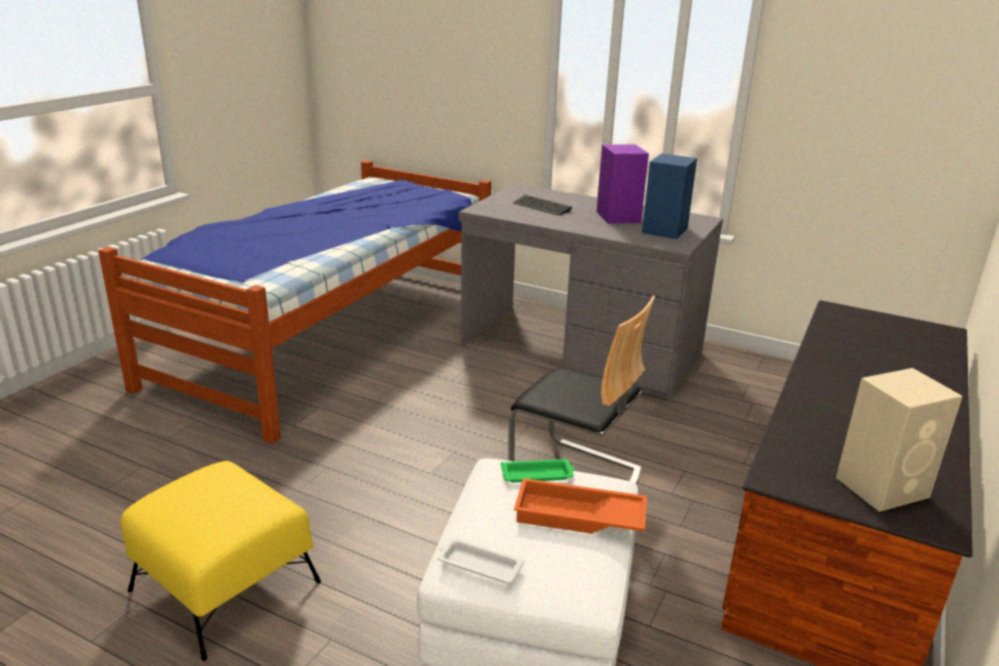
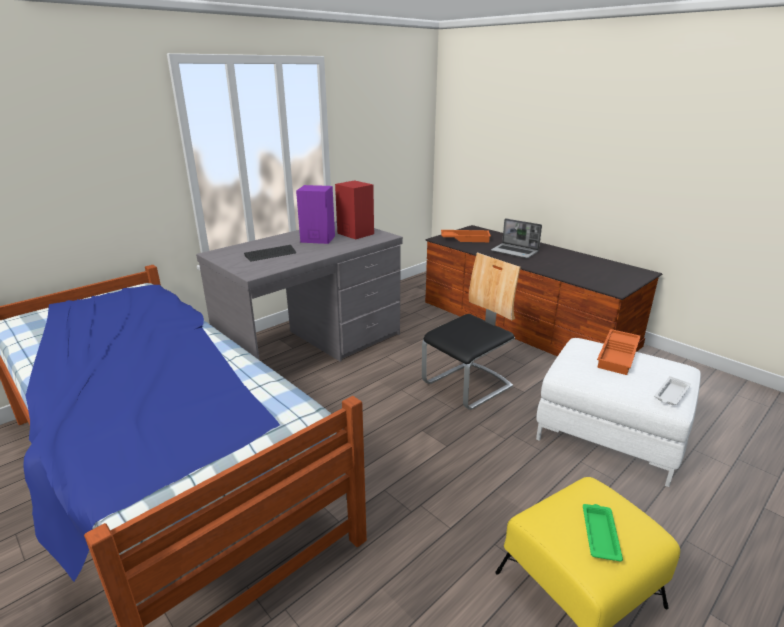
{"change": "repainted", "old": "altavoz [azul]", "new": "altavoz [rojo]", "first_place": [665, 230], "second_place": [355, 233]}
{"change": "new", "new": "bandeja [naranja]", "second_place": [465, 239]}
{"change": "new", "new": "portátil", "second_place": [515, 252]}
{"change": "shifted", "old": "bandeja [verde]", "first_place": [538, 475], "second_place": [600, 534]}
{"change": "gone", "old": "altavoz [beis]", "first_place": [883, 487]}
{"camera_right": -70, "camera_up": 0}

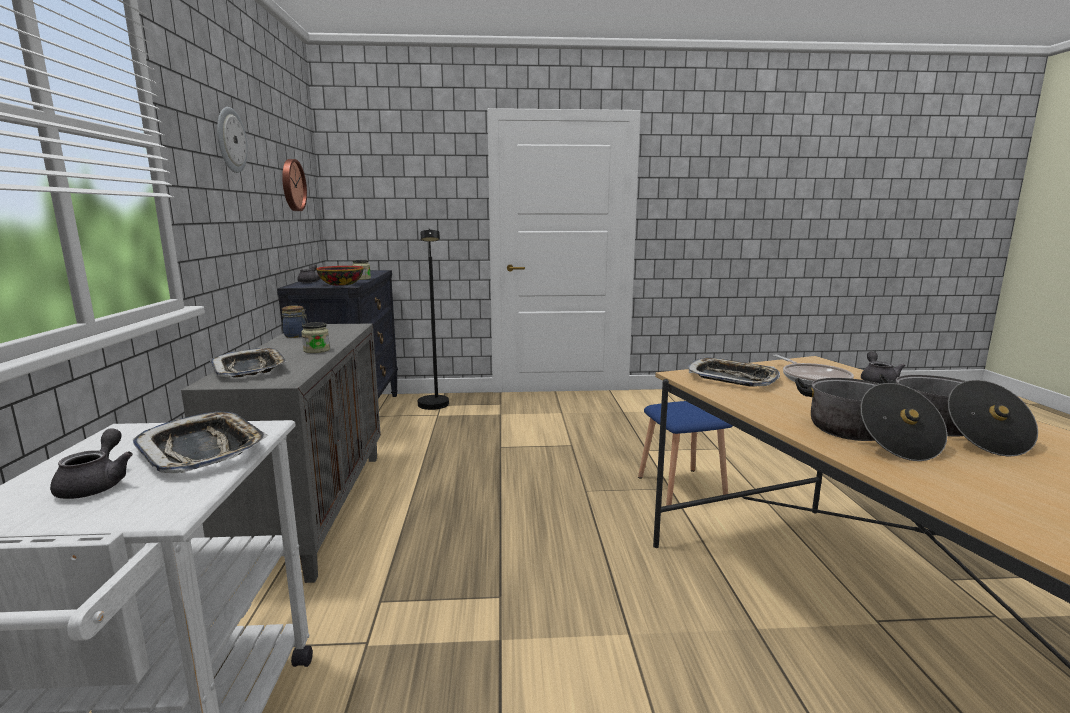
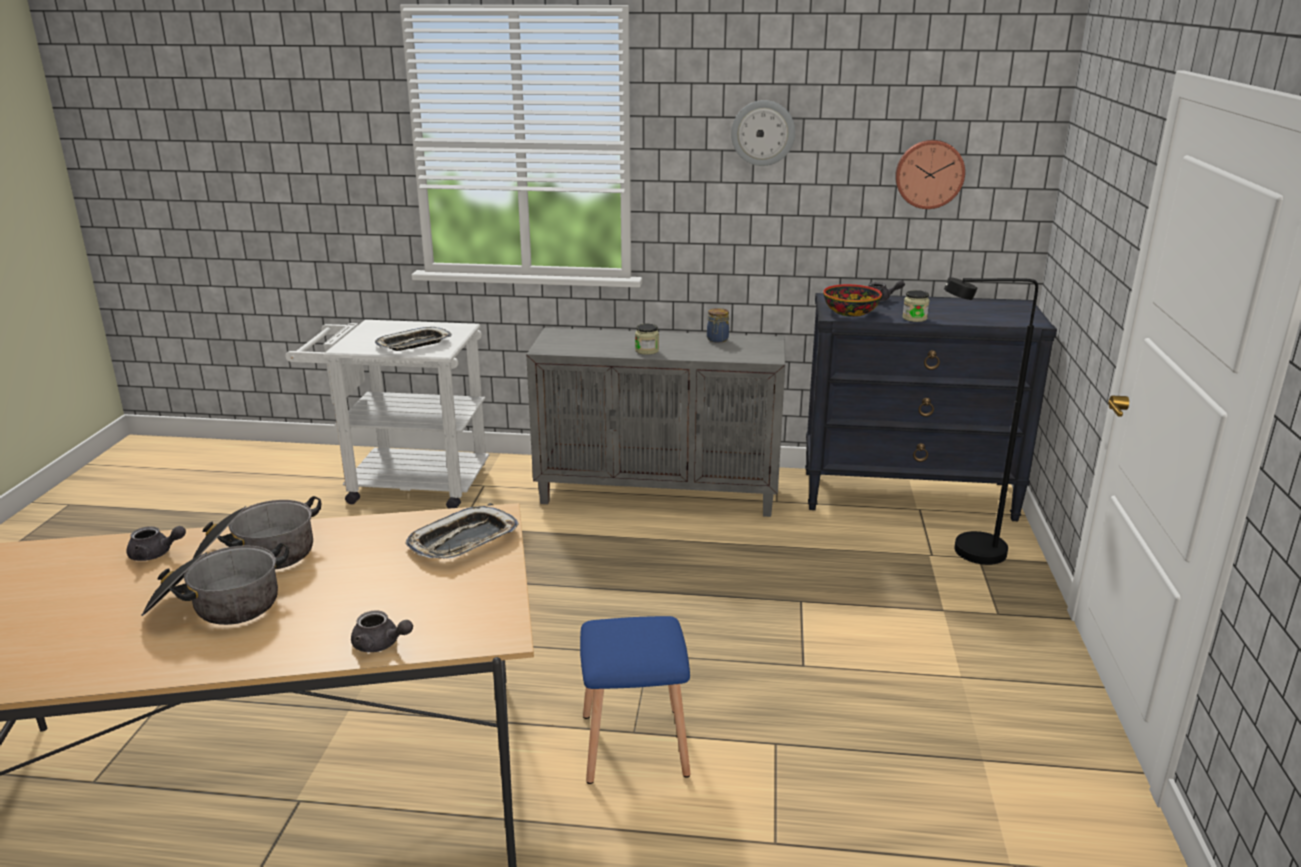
{"change": "shifted", "old": "tetera [gris]", "first_place": [97, 484], "second_place": [156, 554]}
{"change": "gone", "old": "bandeja", "first_place": [250, 369]}
{"change": "gone", "old": "sartén", "first_place": [813, 379]}
{"camera_right": 100, "camera_up": 10}

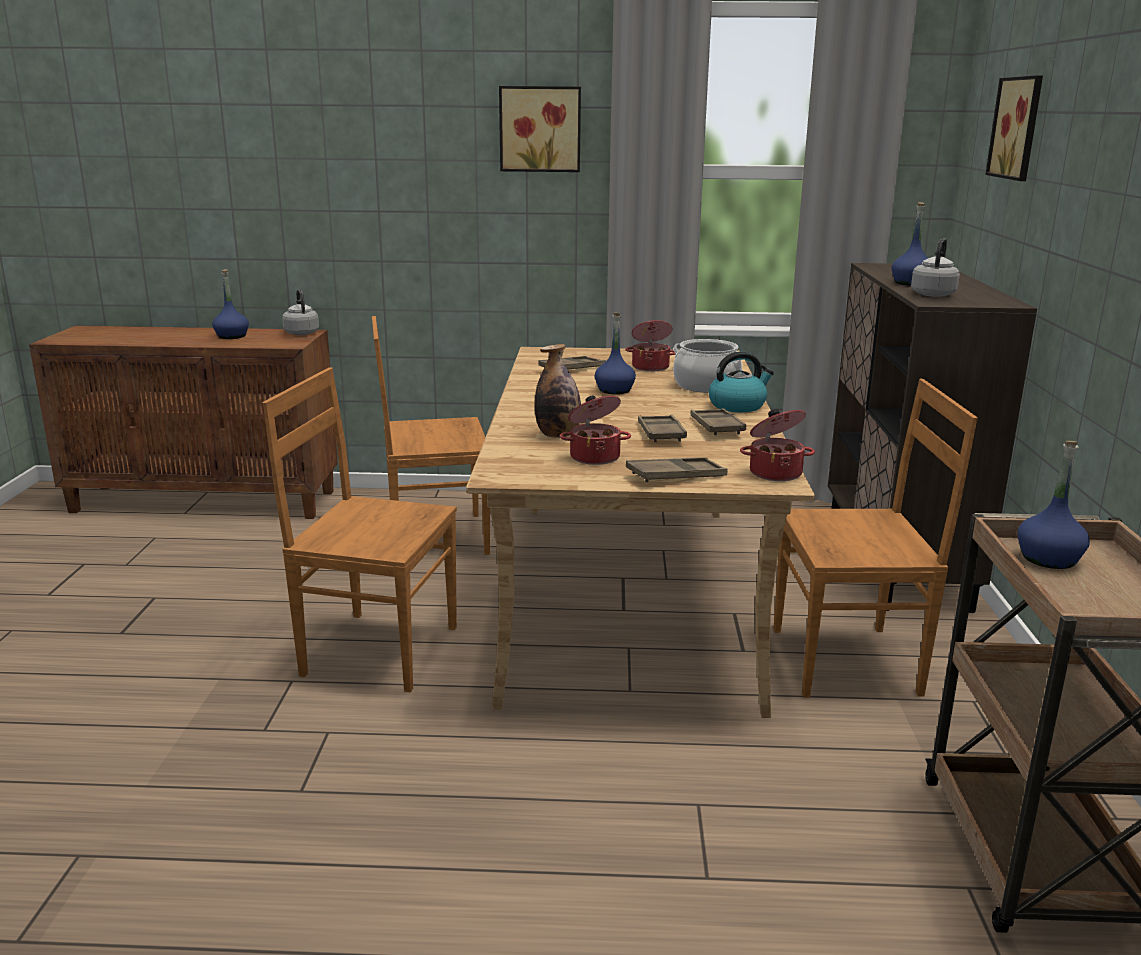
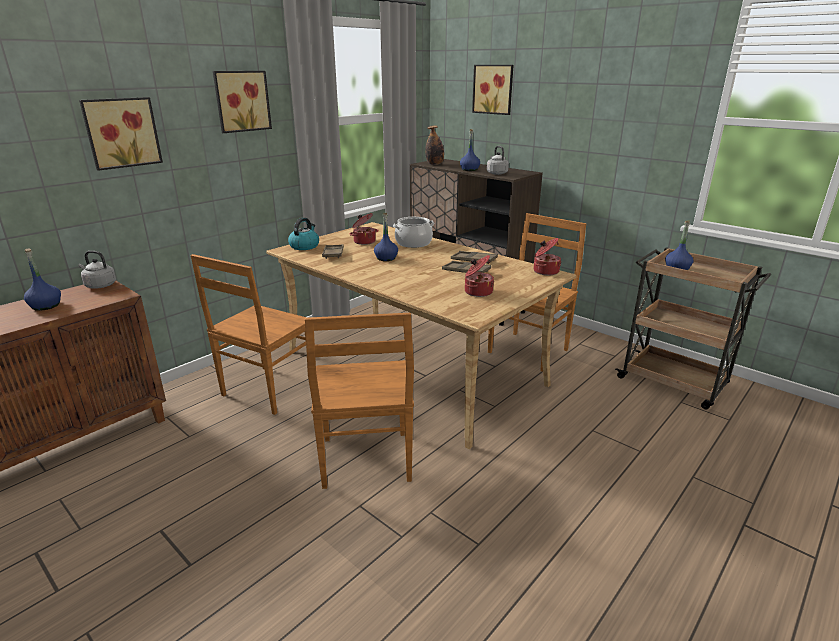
{"change": "new", "new": "cuadro", "second_place": [121, 132]}
{"change": "shifted", "old": "hervidor", "first_place": [738, 405], "second_place": [304, 246]}
{"change": "rotated", "old": "silla [marrón]", "first_place": [376, 650], "second_place": [366, 461], "degrees": -60}
{"change": "shifted", "old": "botella", "first_place": [558, 435], "second_place": [434, 164]}
{"change": "gone", "old": "bandeja [marrón]", "first_place": [676, 476]}
{"camera_right": -50, "camera_up": 5}

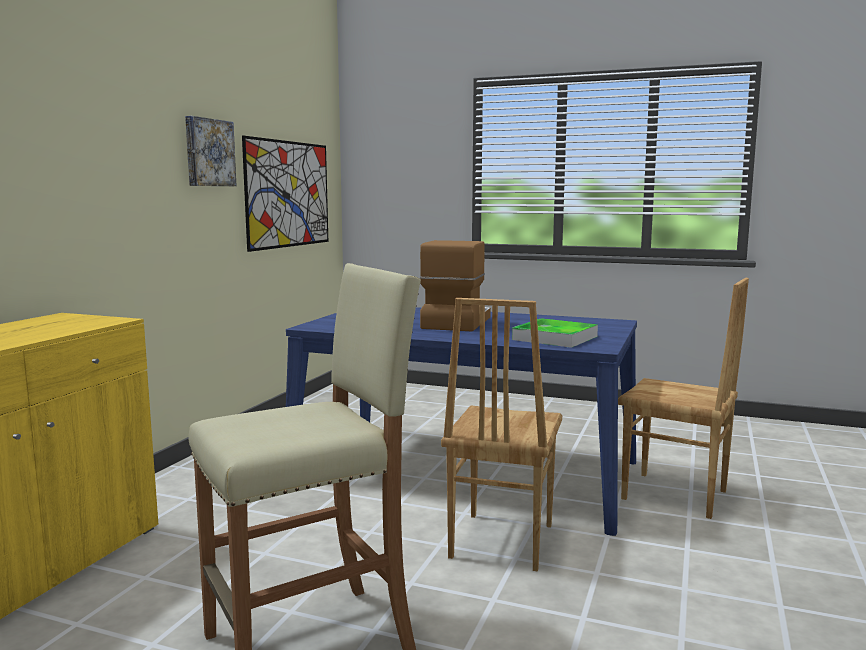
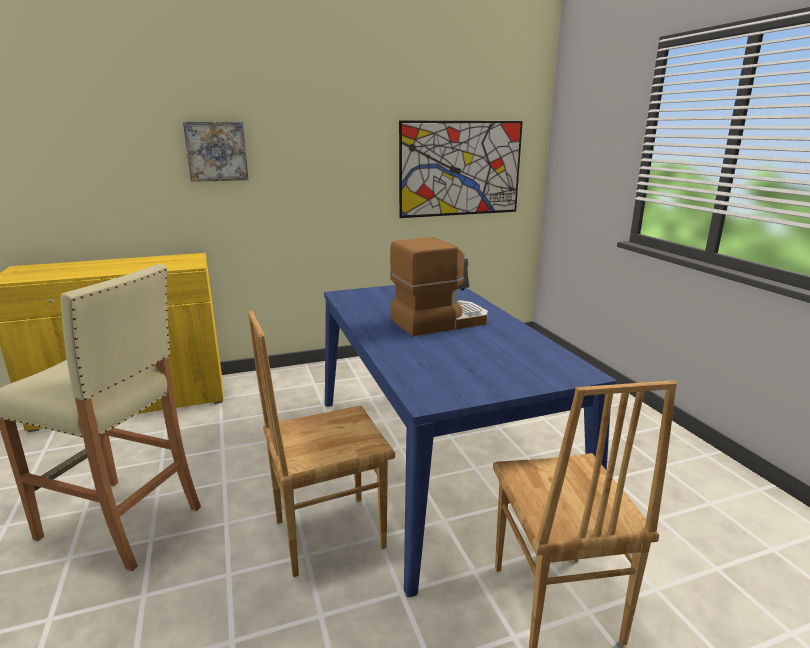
{"change": "shifted", "old": "cuadro", "first_place": [208, 152], "second_place": [216, 151]}
{"change": "gone", "old": "bandeja", "first_place": [555, 338]}
{"camera_right": 50, "camera_up": 10}

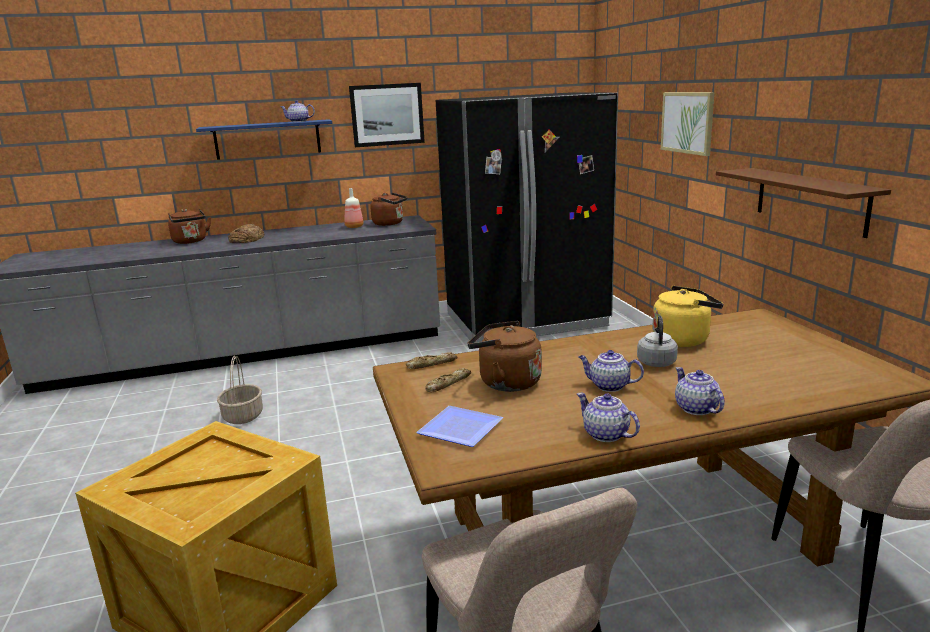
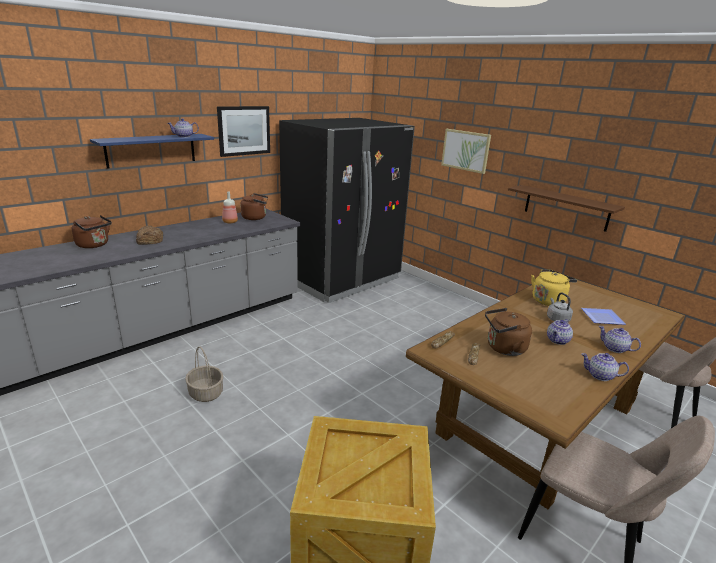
{"change": "rotated", "old": "tetera", "first_place": [608, 386], "second_place": [557, 341], "degrees": -45}
{"change": "shifted", "old": "plato", "first_place": [457, 430], "second_place": [601, 318]}
{"camera_right": -30, "camera_up": 5}

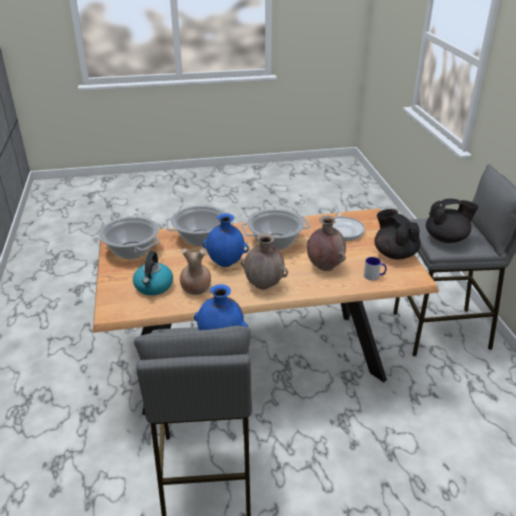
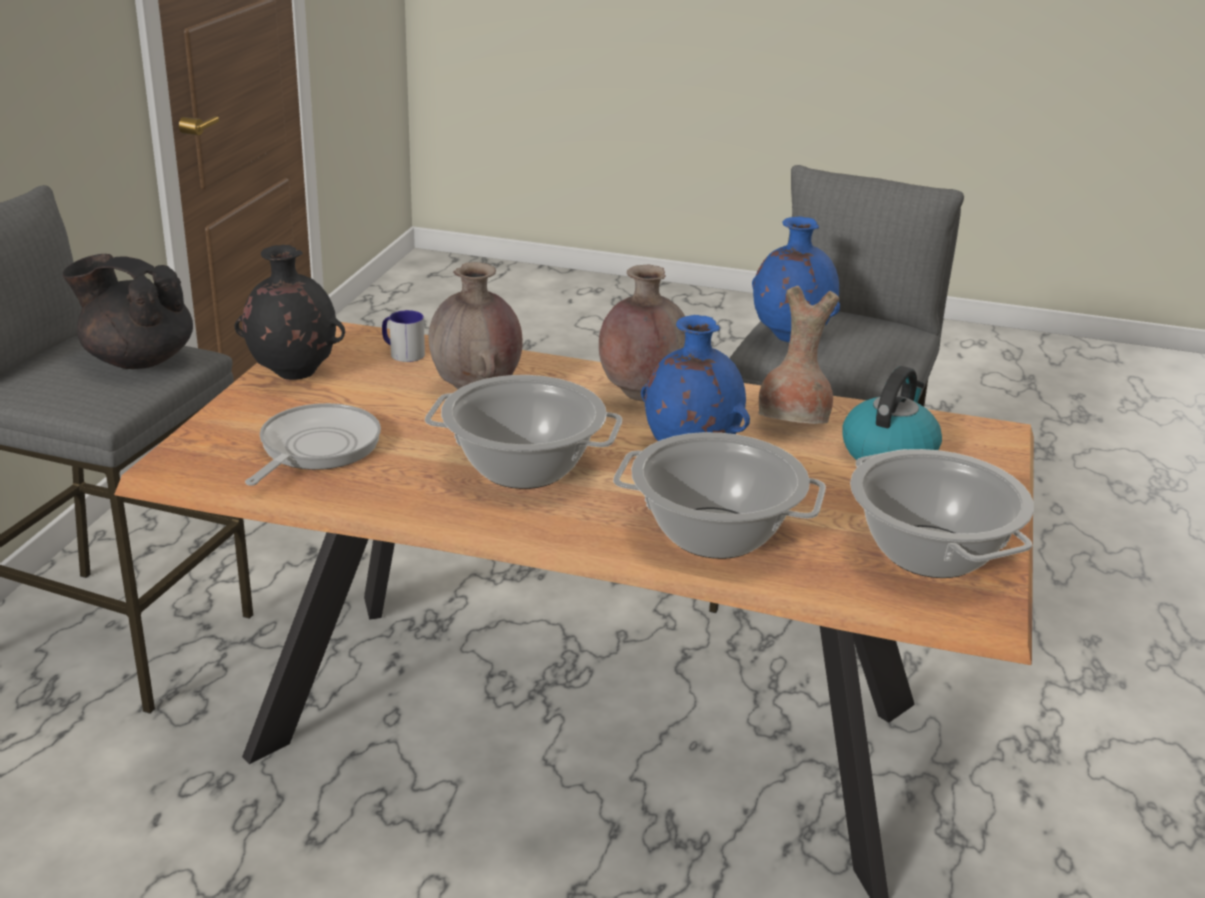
{"change": "swapped", "old": "tetera [negro]", "new": "florero [negro]", "first_place": [394, 253], "second_place": [293, 374]}
{"camera_right": -155, "camera_up": -5}

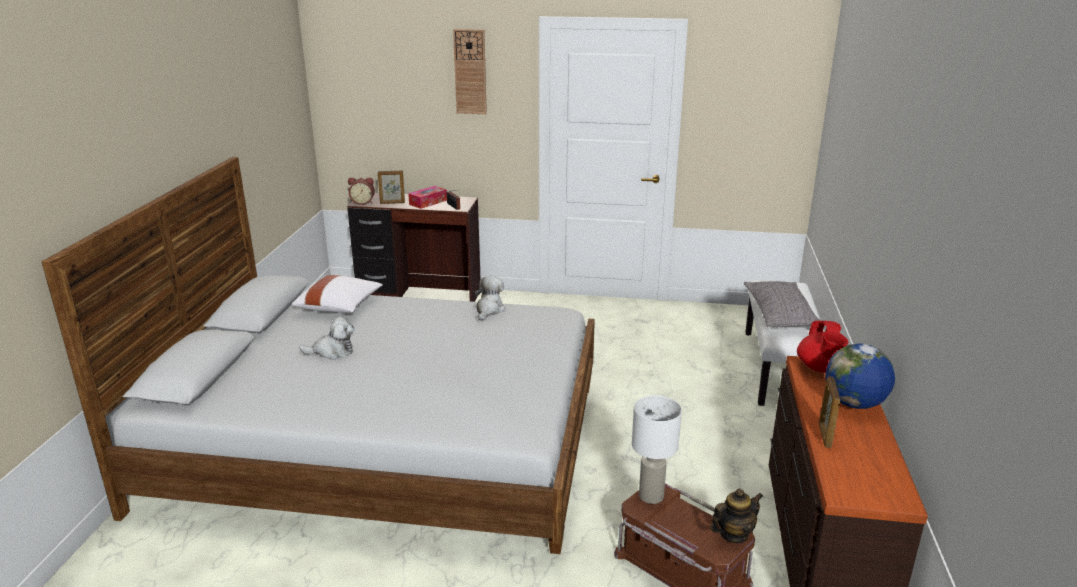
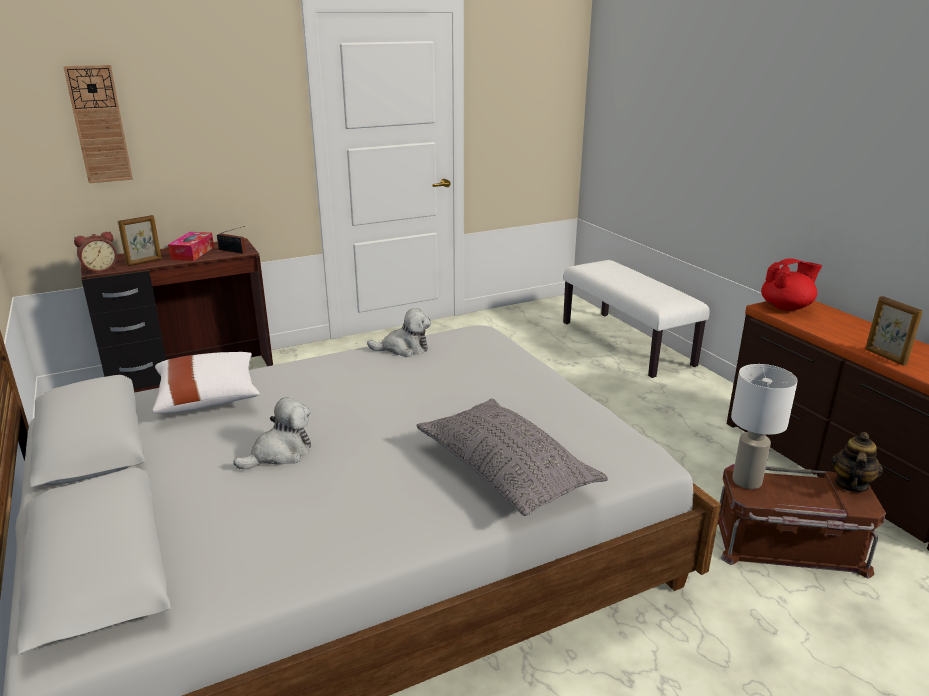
{"change": "shifted", "old": "reloj de pared", "first_place": [470, 72], "second_place": [99, 125]}
{"change": "rotated", "old": "peluche", "first_place": [489, 310], "second_place": [404, 349], "degrees": 105}
{"change": "shifted", "old": "cojín [gris]", "first_place": [780, 315], "second_place": [505, 470]}
{"change": "rotated", "old": "tetera [rojo]", "first_place": [821, 368], "second_place": [786, 307], "degrees": -75}
{"change": "gone", "old": "globo terráqueo", "first_place": [854, 403]}
{"camera_right": -35, "camera_up": 0}

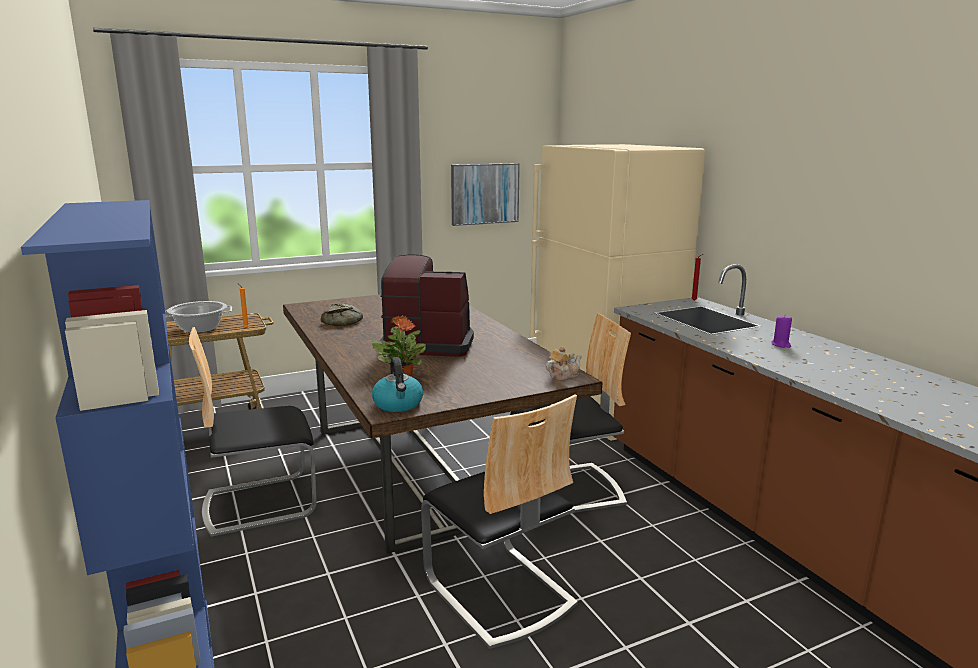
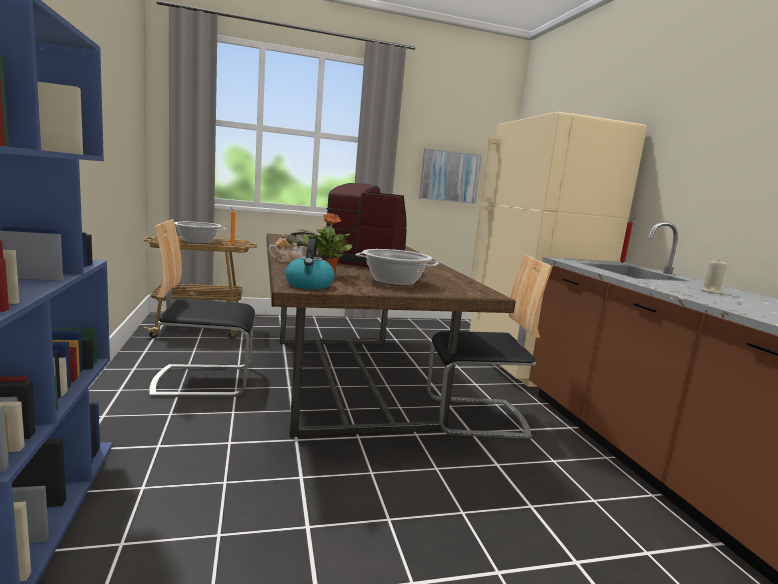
{"change": "shifted", "old": "tetera", "first_place": [563, 375], "second_place": [286, 261]}
{"change": "new", "new": "olla", "second_place": [395, 281]}
{"change": "repainted", "old": "vela [morado]", "new": "vela [beis]", "first_place": [781, 345], "second_place": [711, 292]}
{"change": "gone", "old": "silla", "first_place": [498, 592]}
{"camera_right": 10, "camera_up": -5}

